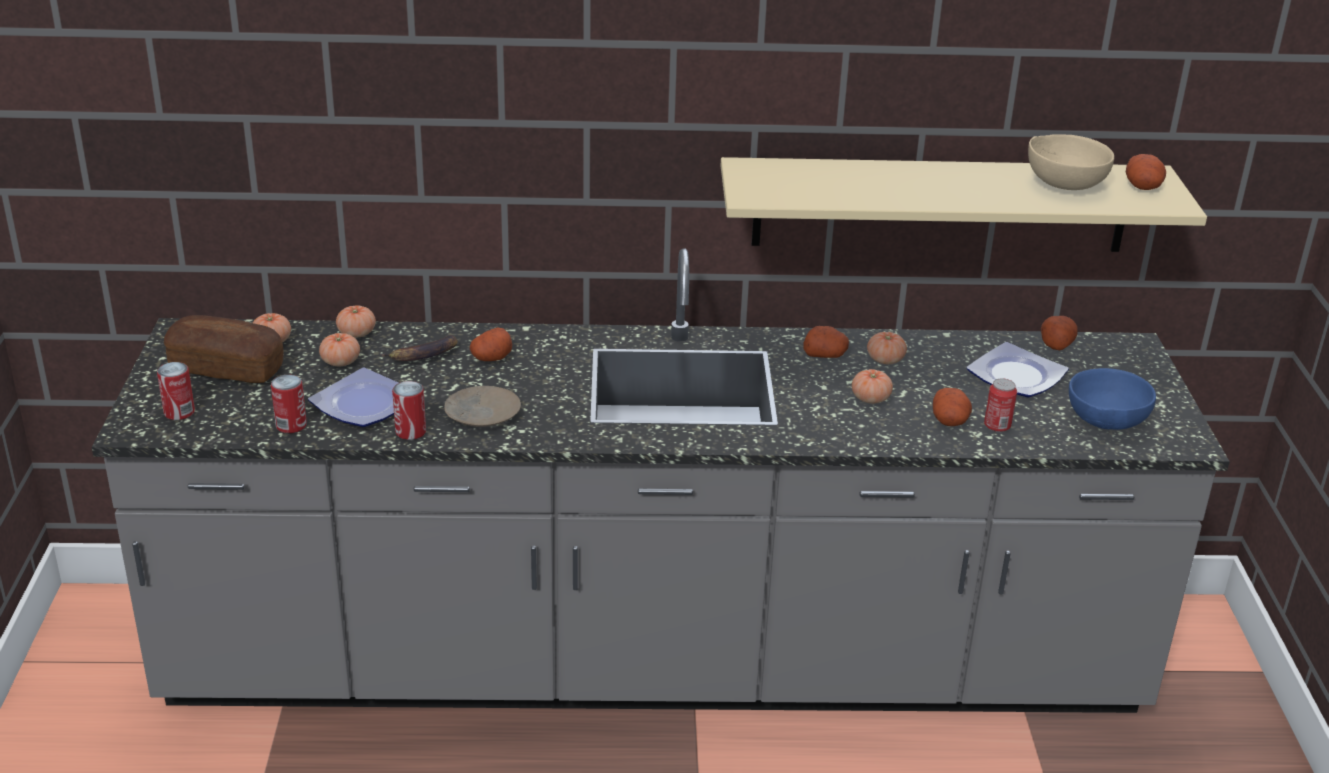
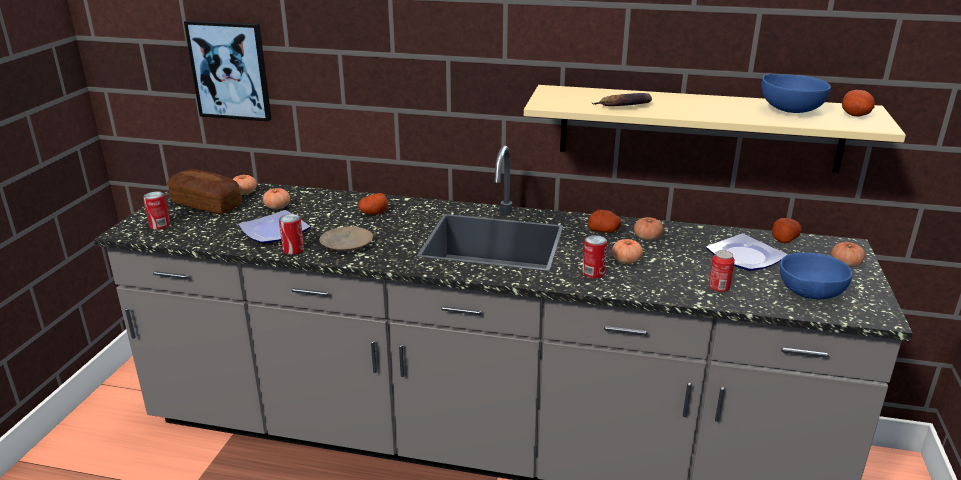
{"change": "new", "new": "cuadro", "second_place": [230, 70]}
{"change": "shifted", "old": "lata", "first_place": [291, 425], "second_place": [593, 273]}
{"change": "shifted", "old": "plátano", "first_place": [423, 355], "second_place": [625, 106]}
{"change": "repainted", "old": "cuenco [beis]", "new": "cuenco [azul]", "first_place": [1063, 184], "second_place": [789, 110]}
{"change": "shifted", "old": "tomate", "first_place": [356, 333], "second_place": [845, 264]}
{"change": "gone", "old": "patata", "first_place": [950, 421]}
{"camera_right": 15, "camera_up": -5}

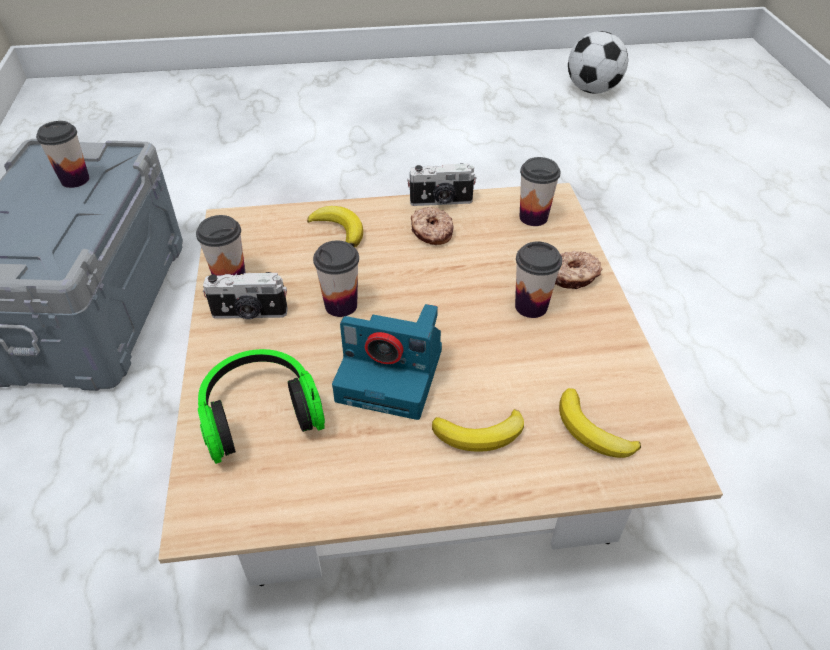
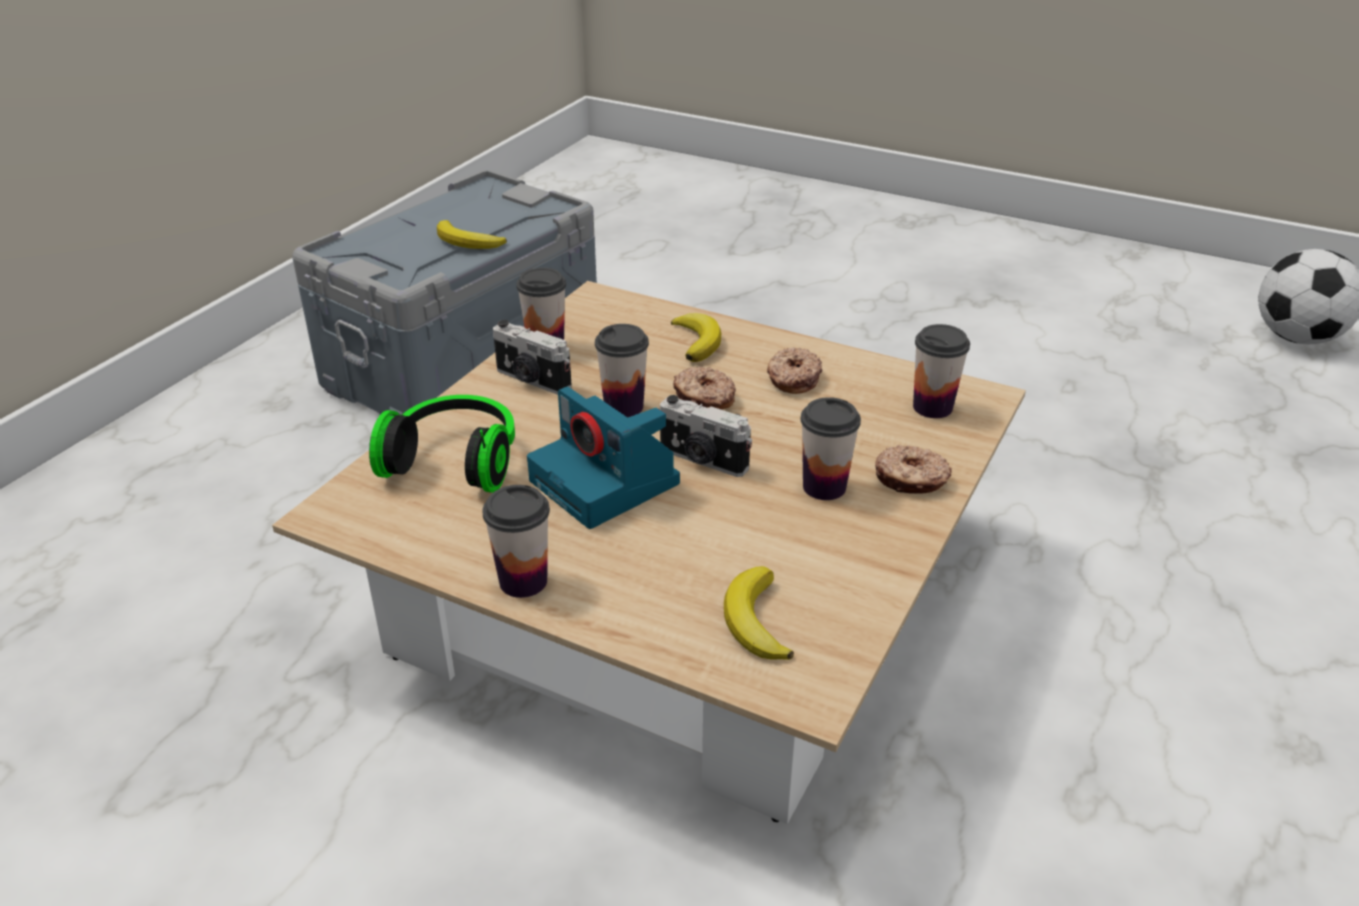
{"change": "shifted", "old": "plátano", "first_place": [480, 434], "second_place": [468, 242]}
{"change": "shifted", "old": "taza", "first_place": [75, 180], "second_place": [523, 581]}
{"change": "shifted", "old": "cámara", "first_place": [441, 202], "second_place": [702, 460]}
{"change": "new", "new": "rosquilla", "second_place": [704, 398]}
{"camera_right": 35, "camera_up": -10}

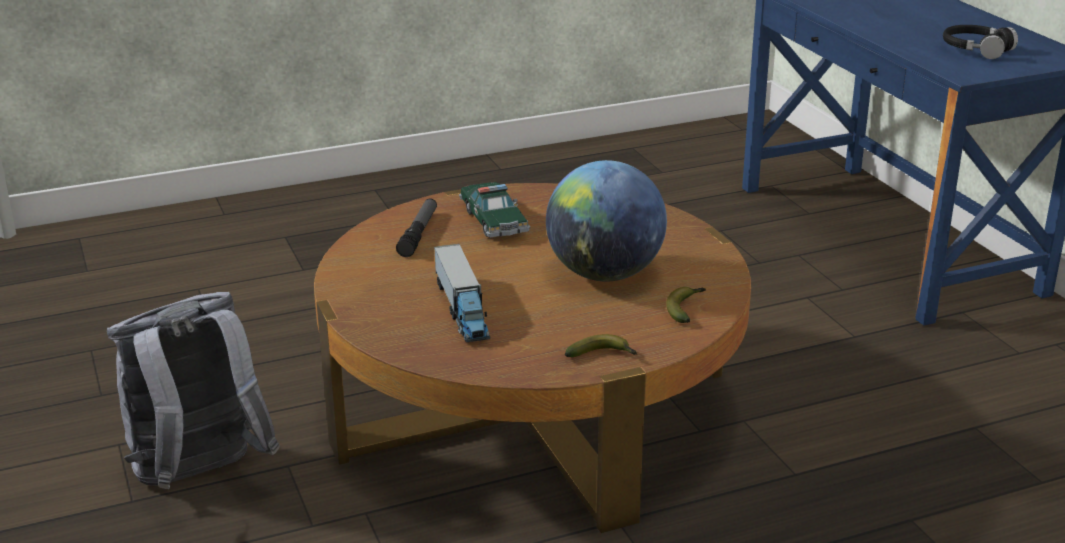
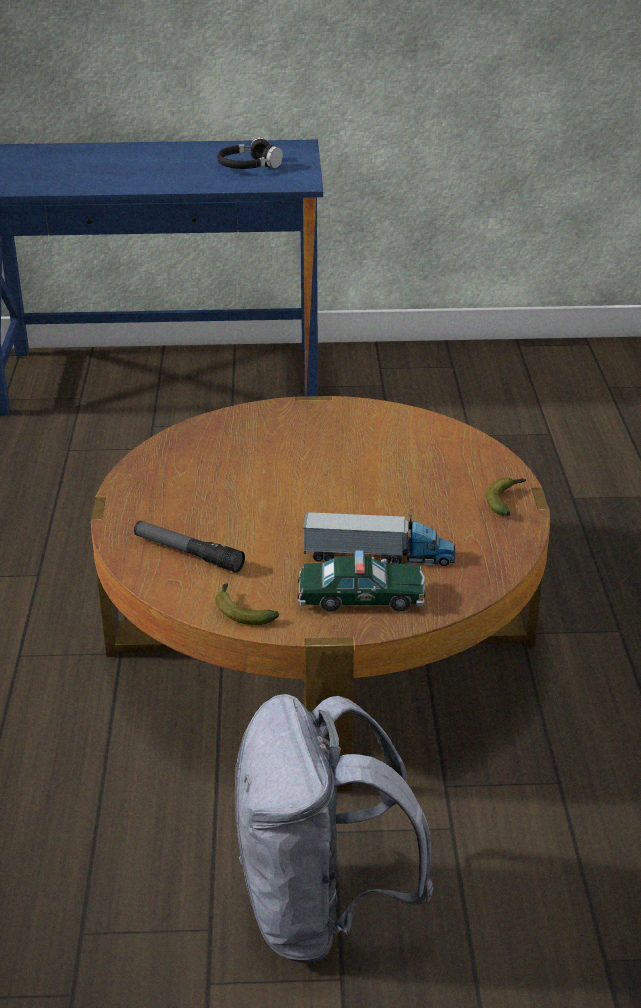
{"change": "shifted", "old": "plátano", "first_place": [686, 309], "second_place": [241, 611]}
{"change": "shifted", "old": "coche de juguete", "first_place": [493, 221], "second_place": [361, 597]}
{"change": "gone", "old": "globo terráqueo", "first_place": [604, 274]}
{"camera_right": -70, "camera_up": 5}

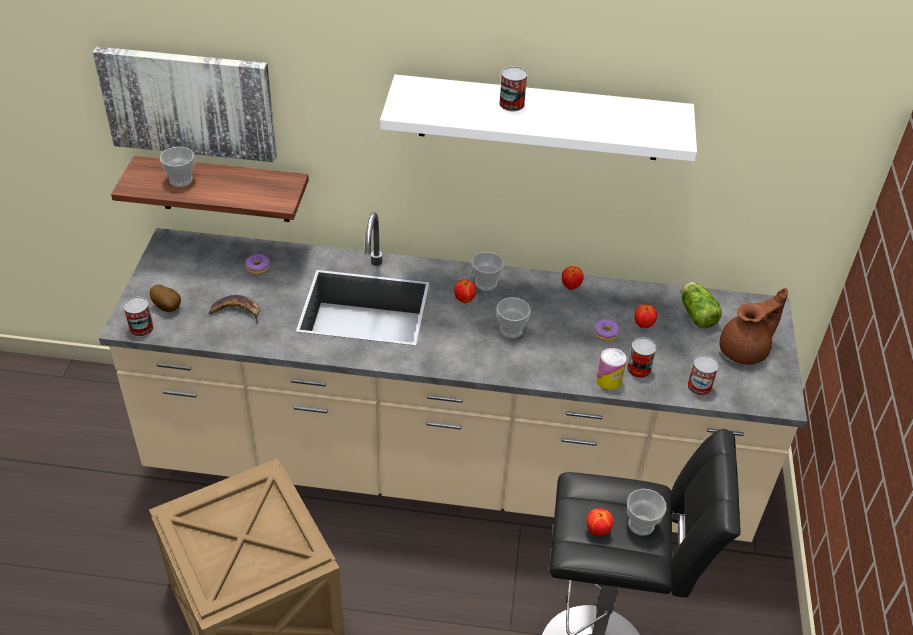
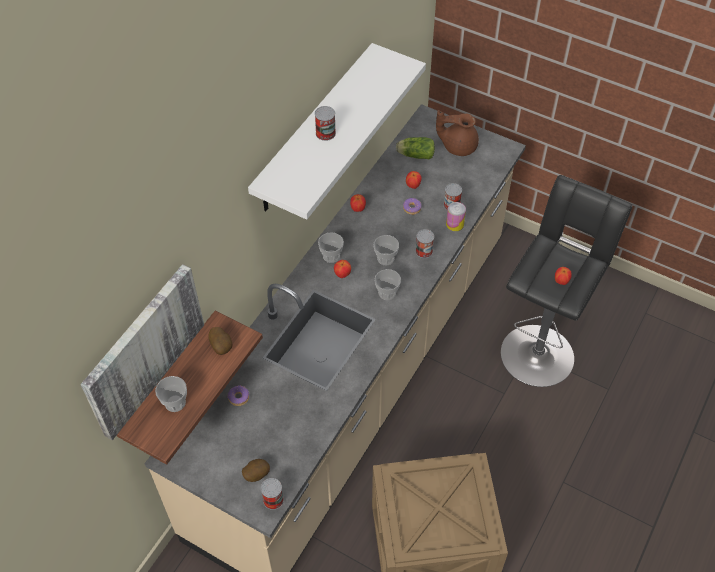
{"change": "new", "new": "patata", "second_place": [222, 347]}
{"change": "shifted", "old": "taza", "first_place": [641, 524], "second_place": [387, 293]}
{"change": "shifted", "old": "lata", "first_place": [699, 387], "second_place": [424, 251]}
{"change": "rotated", "old": "tetera [marrón]", "first_place": [745, 350], "second_place": [458, 146], "degrees": -75}
{"change": "gone", "old": "plátano", "first_place": [237, 312]}
{"camera_right": -65, "camera_up": 10}

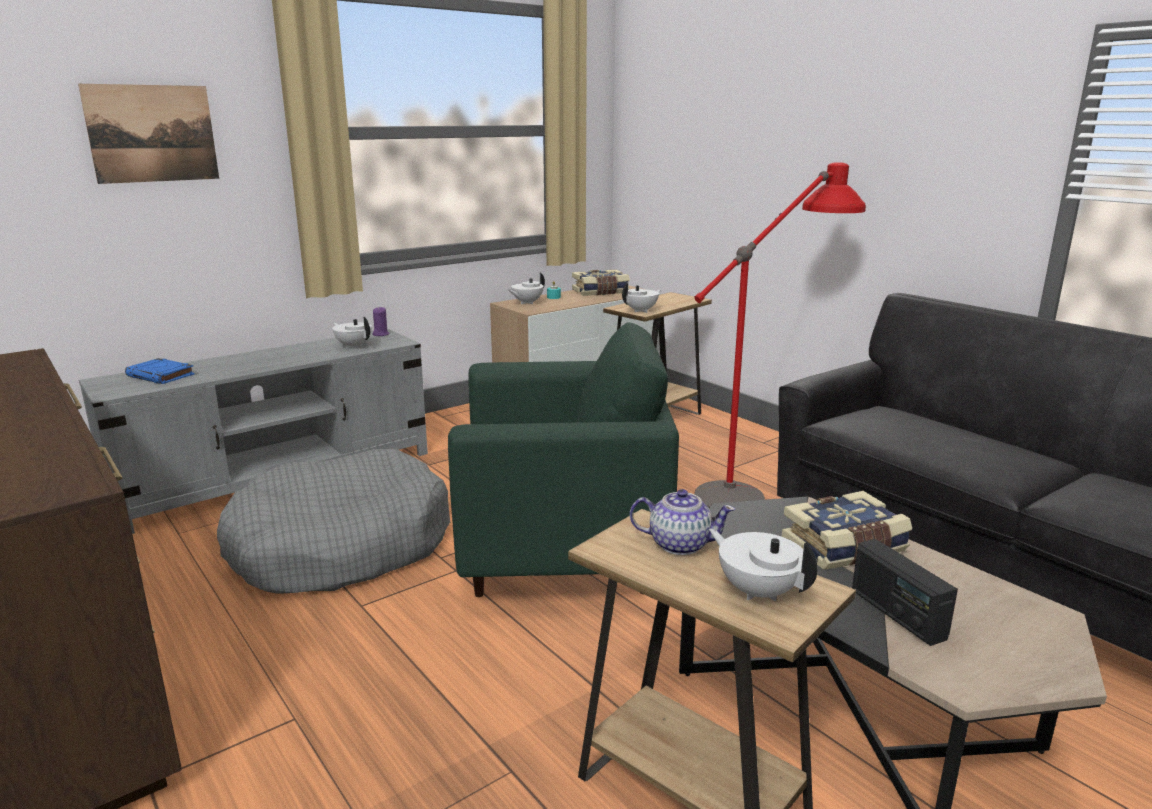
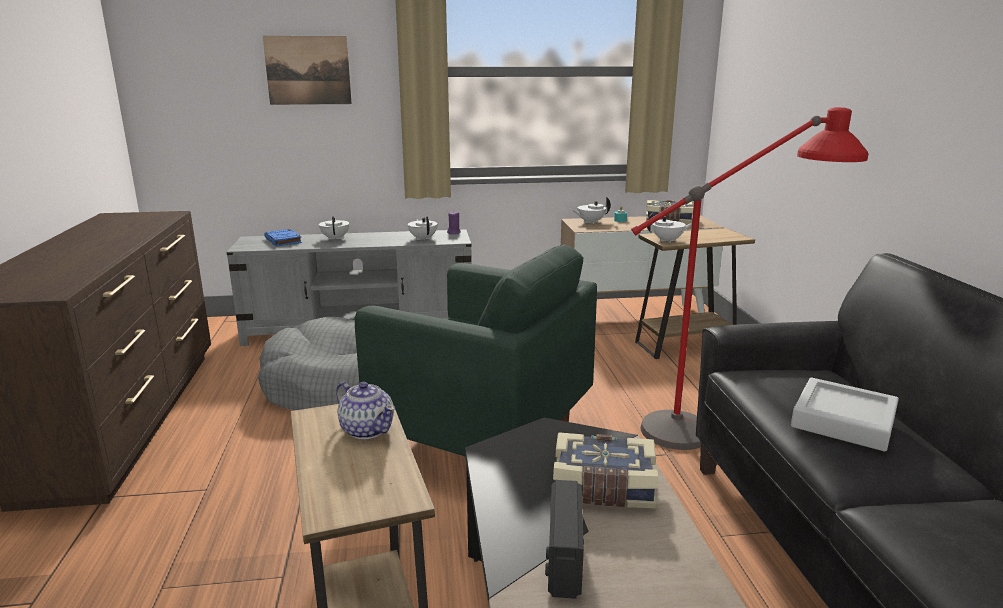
{"change": "shifted", "old": "tetera [blanco]", "first_place": [758, 591], "second_place": [335, 238]}
{"change": "new", "new": "bandeja [gris]", "second_place": [843, 421]}
{"camera_right": 30, "camera_up": 0}

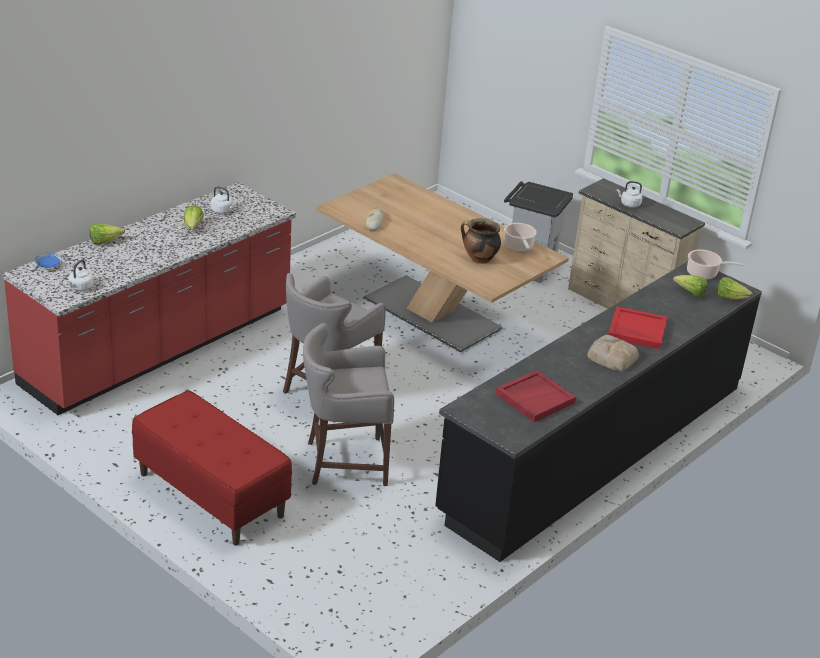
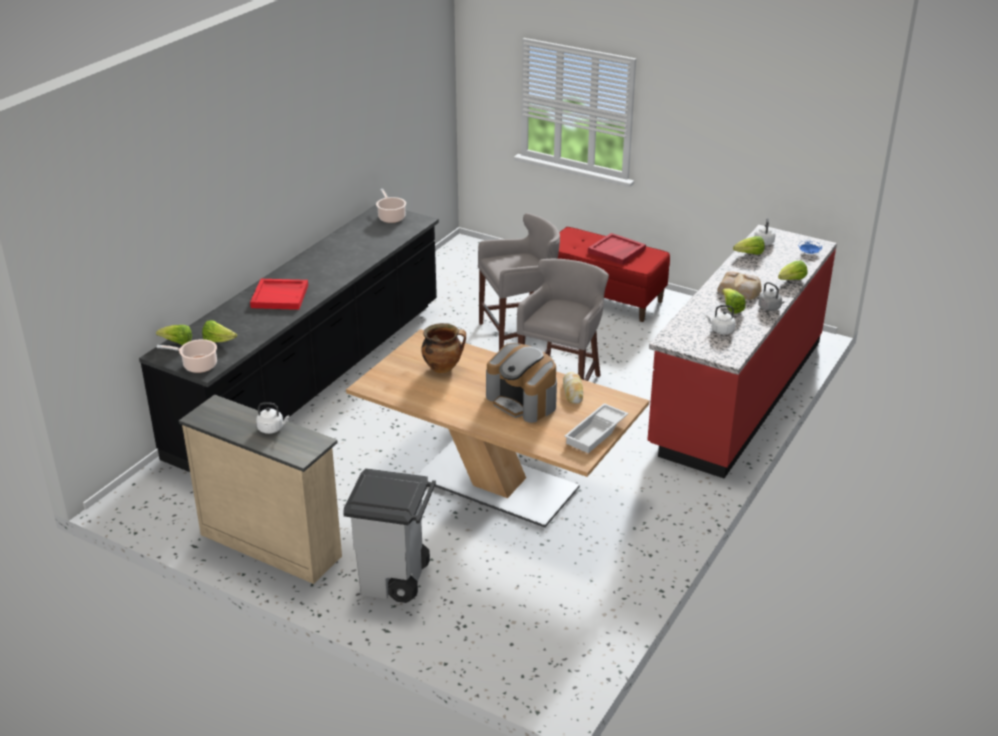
{"change": "shifted", "old": "olla", "first_place": [518, 247], "second_place": [391, 217]}
{"change": "new", "new": "cafetera", "second_place": [523, 401]}
{"change": "new", "new": "bandeja [blanco]", "second_place": [596, 433]}
{"change": "shifted", "old": "bandeja [rojo]", "first_place": [535, 398], "second_place": [616, 251]}
{"change": "shifted", "old": "pan", "first_place": [611, 356], "second_place": [740, 290]}
{"change": "new", "new": "lechuga", "second_place": [749, 254]}
{"change": "new", "new": "hervidor [gris]", "second_place": [770, 308]}
{"camera_right": 170, "camera_up": 0}

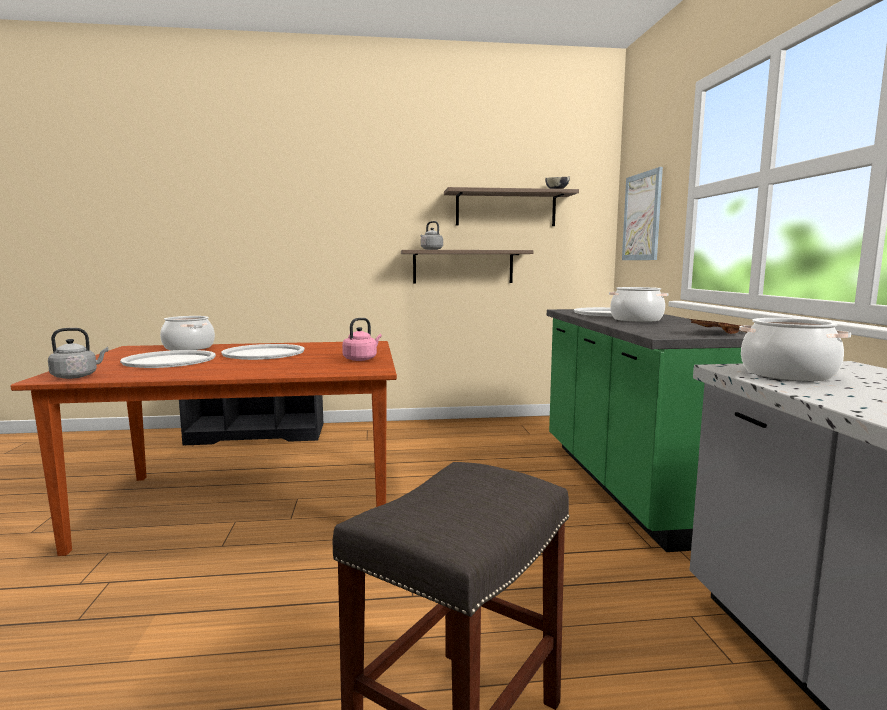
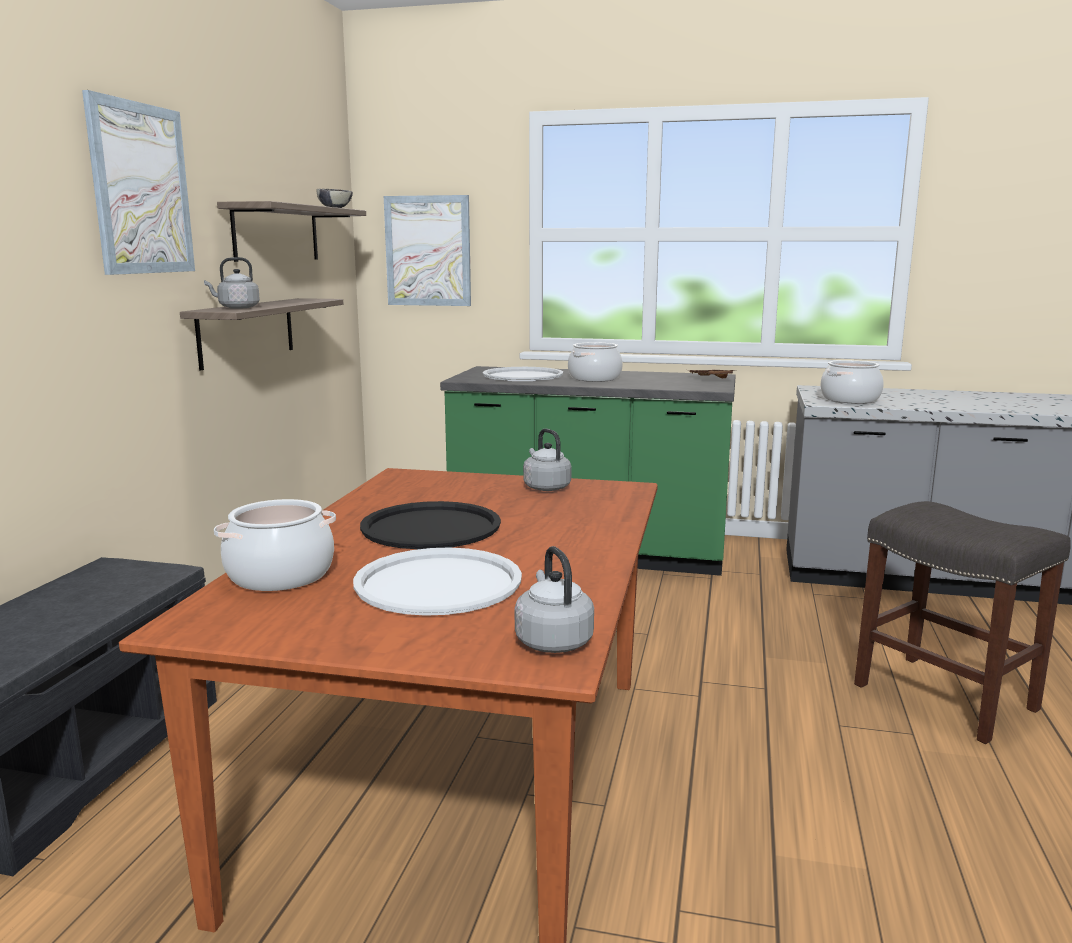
{"change": "new", "new": "cuadro", "second_place": [141, 189]}
{"change": "repainted", "old": "bandeja [blanco]", "new": "bandeja [negro]", "first_place": [263, 353], "second_place": [430, 527]}
{"change": "repainted", "old": "hervidor [rosa]", "new": "hervidor [gris]", "first_place": [361, 359], "second_place": [545, 487]}
{"camera_right": -70, "camera_up": 5}

